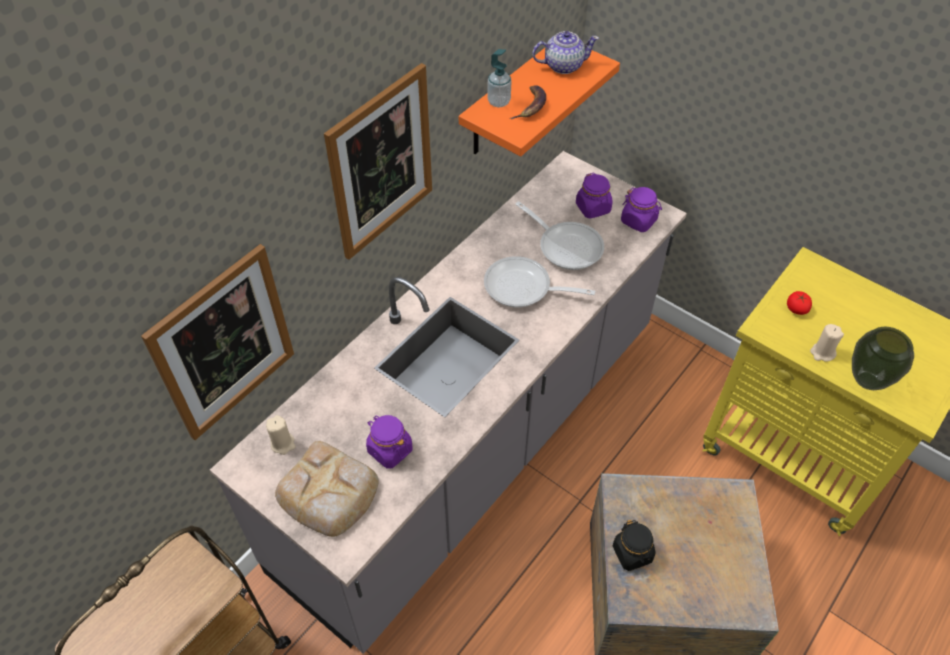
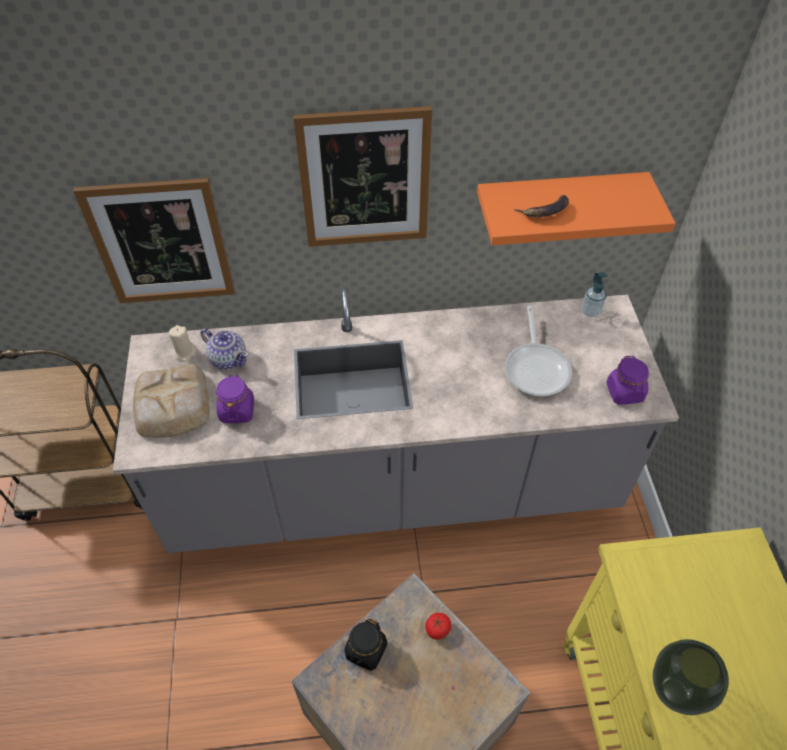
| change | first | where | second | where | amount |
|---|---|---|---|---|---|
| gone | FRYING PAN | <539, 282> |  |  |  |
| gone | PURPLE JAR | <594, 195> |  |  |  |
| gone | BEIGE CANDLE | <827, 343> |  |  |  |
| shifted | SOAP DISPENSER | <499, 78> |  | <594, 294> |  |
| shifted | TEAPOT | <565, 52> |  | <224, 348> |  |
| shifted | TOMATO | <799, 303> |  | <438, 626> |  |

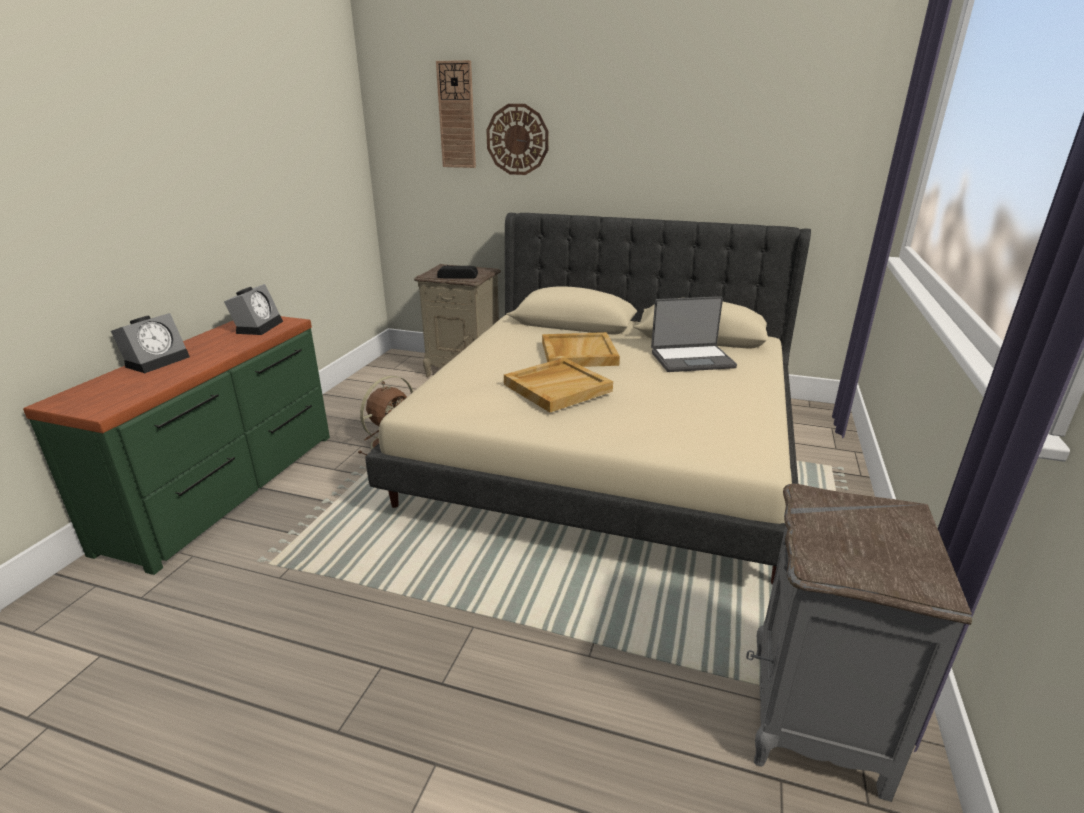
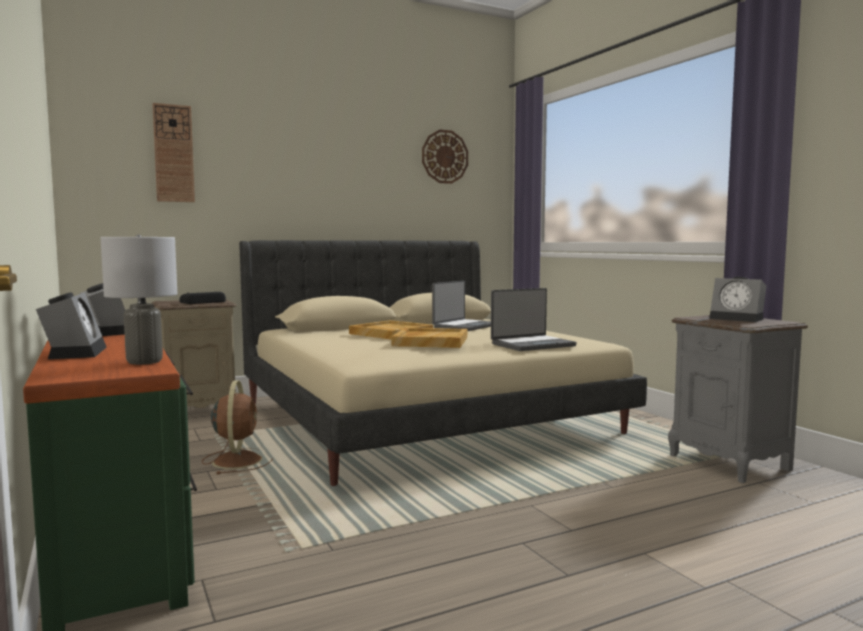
| change | first | where | second | where | amount |
|---|---|---|---|---|---|
| new |  |  | WHITE TABLE LAMP | <139, 299> |  |
| new |  |  | LAPTOP | <534, 319> |  |
| new |  |  | ALARM CLOCK | <737, 299> |  |
| shifted | WALL CLOCK | <517, 139> |  | <445, 157> |  |

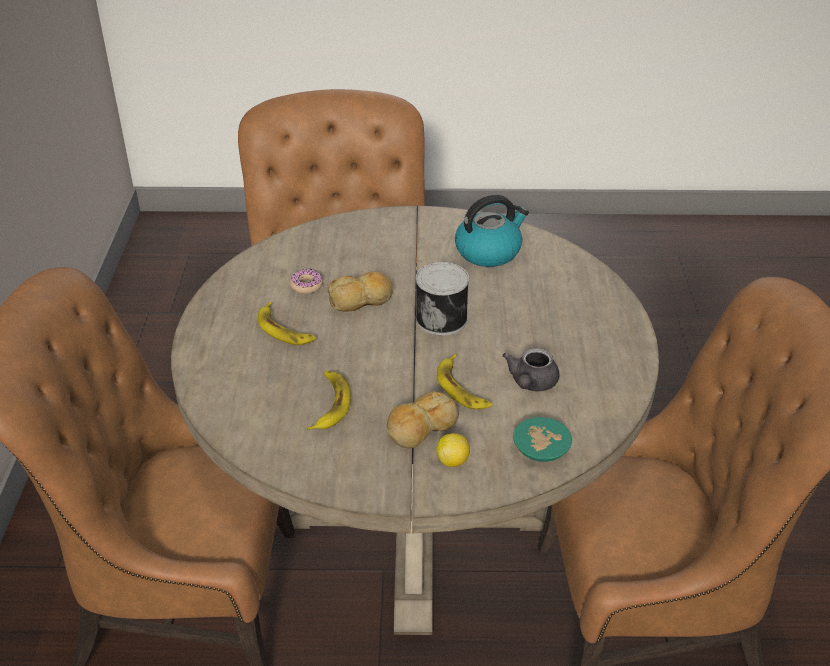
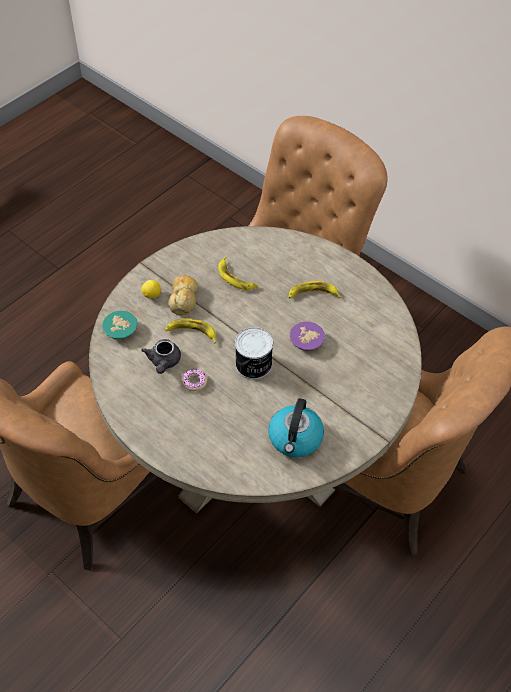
| change | first | where | second | where | amount |
|---|---|---|---|---|---|
| shifted | DONUT | <306, 281> |  | <194, 380> |  |
| swapped | BREAD | <361, 291> | PURPLE BOWL | <307, 336> |  |
| rotated | GREY TEAPOT | <531, 369> |  | <161, 356> | 150 degrees counterclockwise |

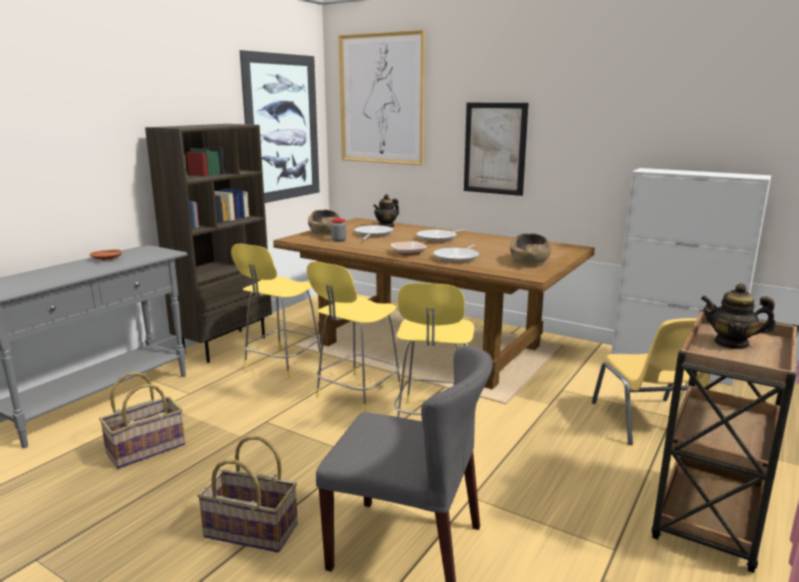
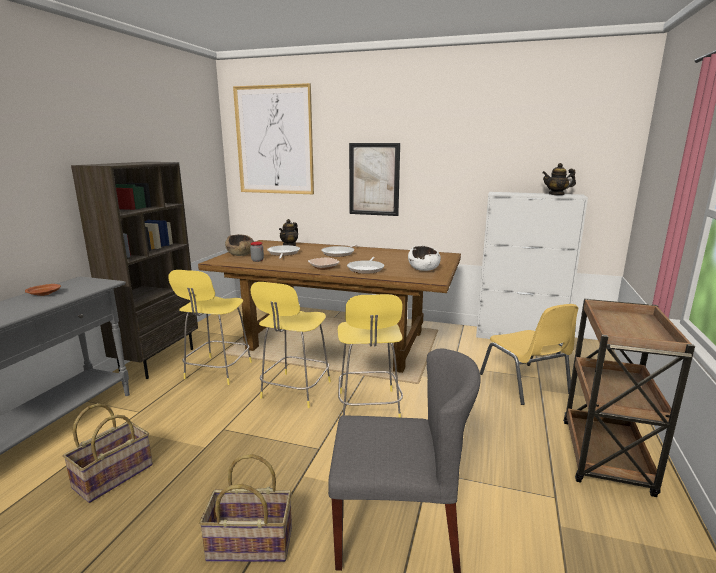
| change | first | where | second | where | amount |
|---|---|---|---|---|---|
| gone | PICTURE | <279, 126> |  |  |  |
| shifted | TEAPOT | <738, 316> |  | <559, 179> |  |
| repainted | BROWN BOWL | <530, 249> | WHITE BOWL | <424, 258> |  |

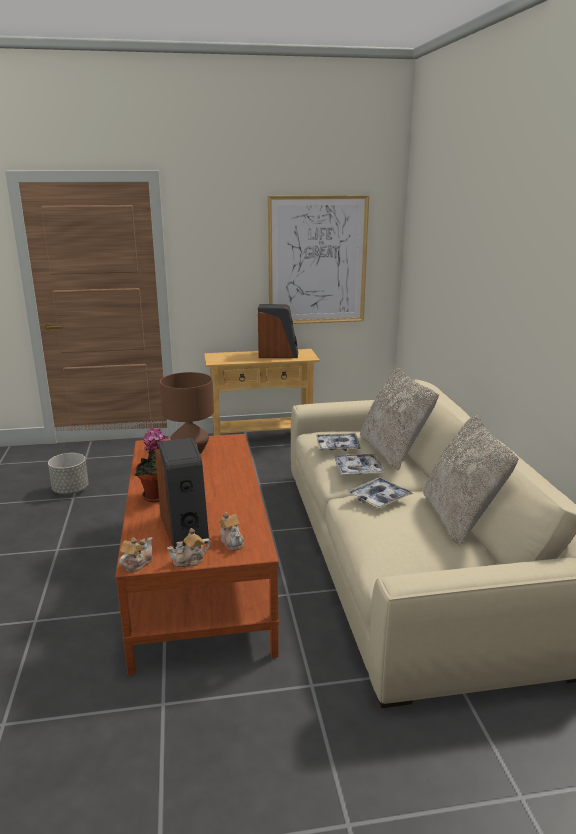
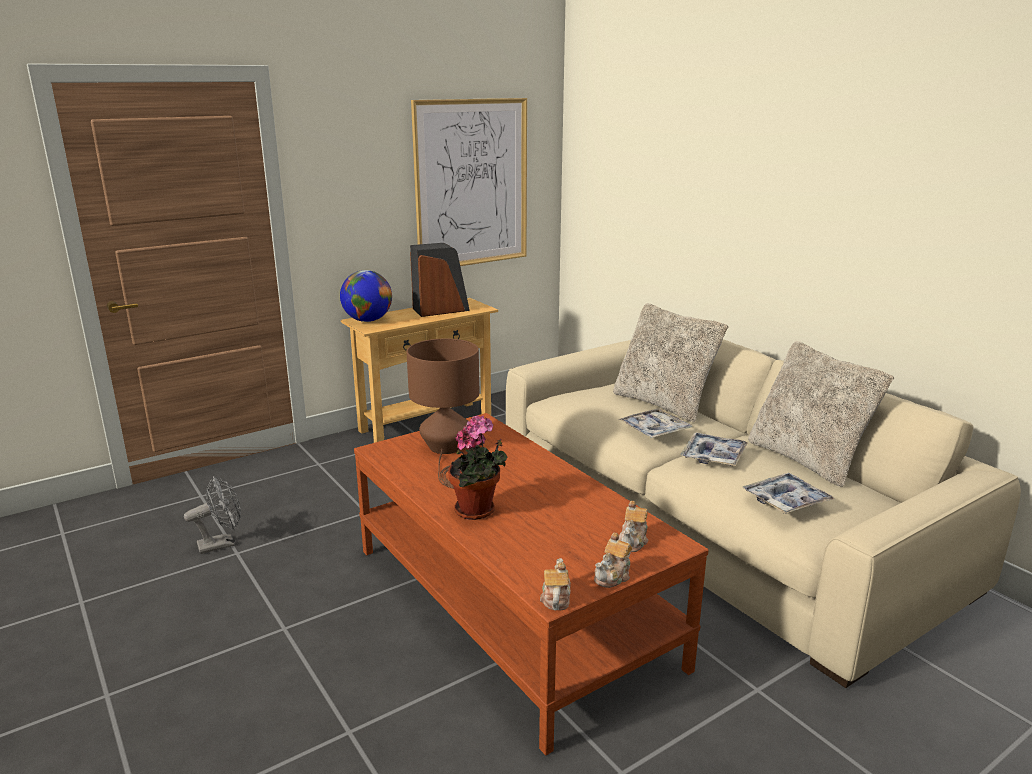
| change | first | where | second | where | amount |
|---|---|---|---|---|---|
| gone | SPEAKER | <182, 493> |  |  |  |
| new |  |  | GLOBE | <366, 296> |  |
| shifted | TRAY | <338, 442> |  | <788, 493> |  |
| swapped | GREY PLANTER | <68, 473> | GREY FAN | <212, 515> |  |
| rotated | TEAPOT | <231, 531> |  | <633, 526> | 75 degrees clockwise |

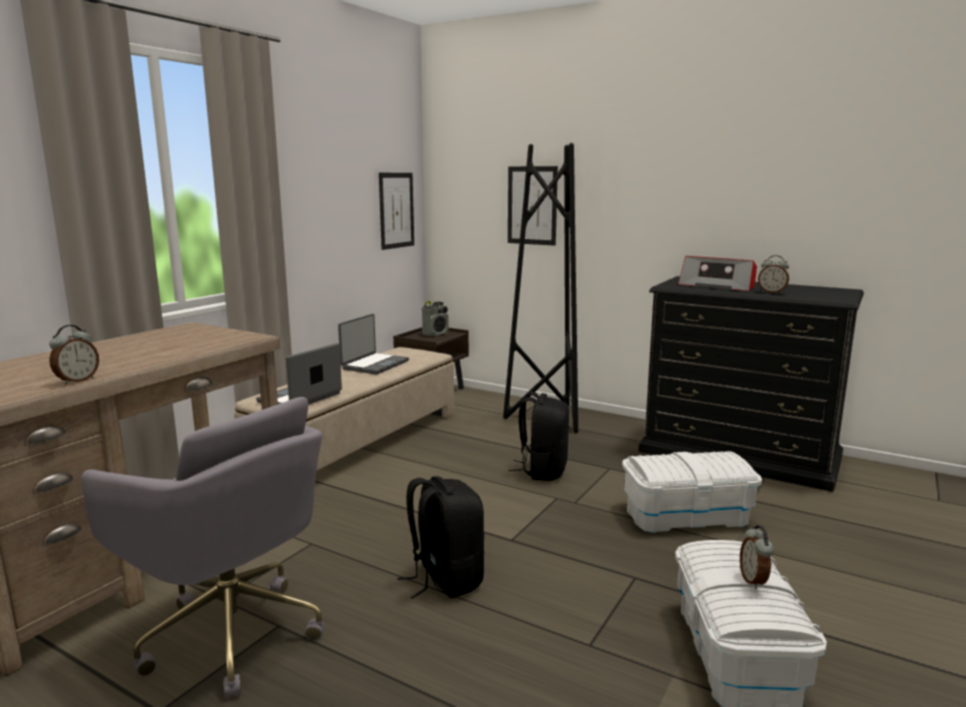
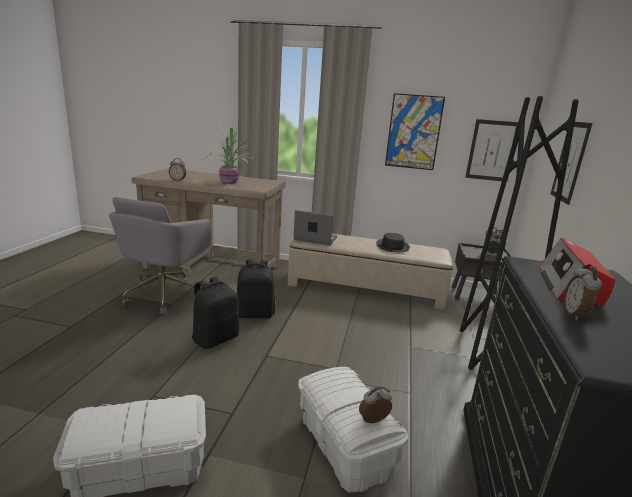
| change | first | where | second | where | amount |
|---|---|---|---|---|---|
| new |  |  | POTTED PLANT | <228, 155> |  |
| new |  |  | PICTURE | <415, 131> |  |
| shifted | BLACK BACKPACK | <539, 436> |  | <256, 289> |  |
| shifted | ALARM CLOCK | <757, 557> |  | <375, 404> |  |
| swapped | LAPTOP | <373, 344> | BLACK HAT | <393, 242> |  |

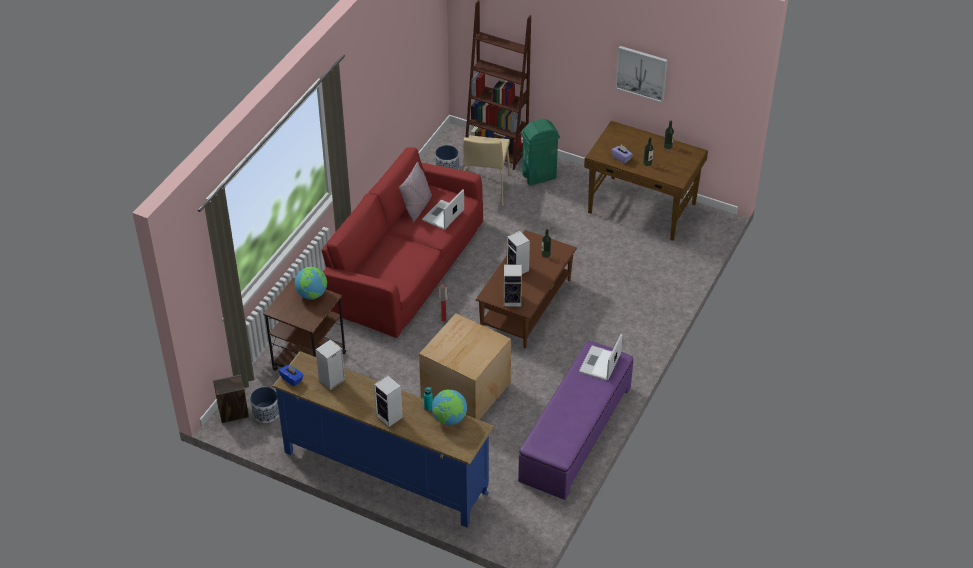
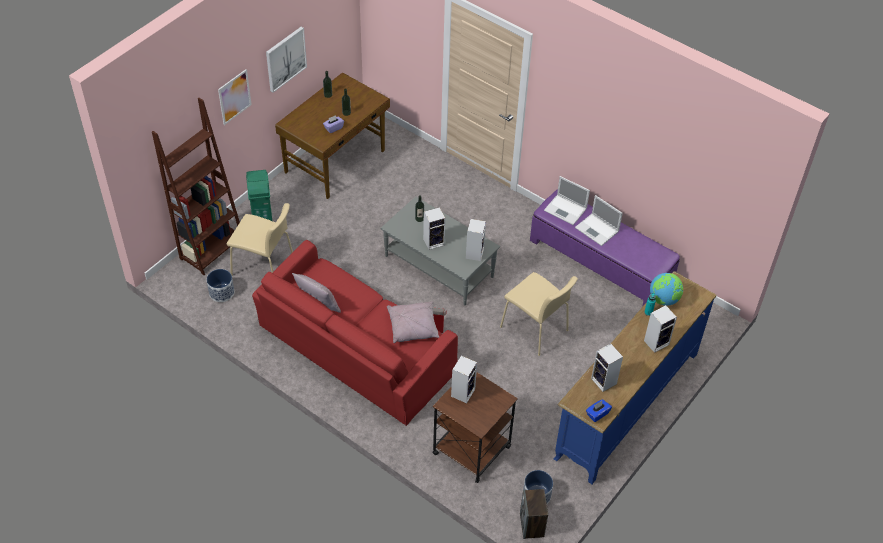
| change | first | where | second | where | amount |
|---|---|---|---|---|---|
| new |  |  | PICTURE | <235, 97> |  |
| new |  |  | PURPLE PILLOW | <413, 322> |  |
| shifted | LAPTOP | <443, 209> |  | <599, 220> |  |
| swapped | GLOBE | <311, 283> | SPEAKER | <464, 379> |  |
| swapped | CARDBOARD BOX | <465, 366> | BEIGE CHAIR | <539, 314> |  |
| repainted | BROWN COFFEE TABLE | <526, 289> | GREY COFFEE TABLE | <440, 251> |  |

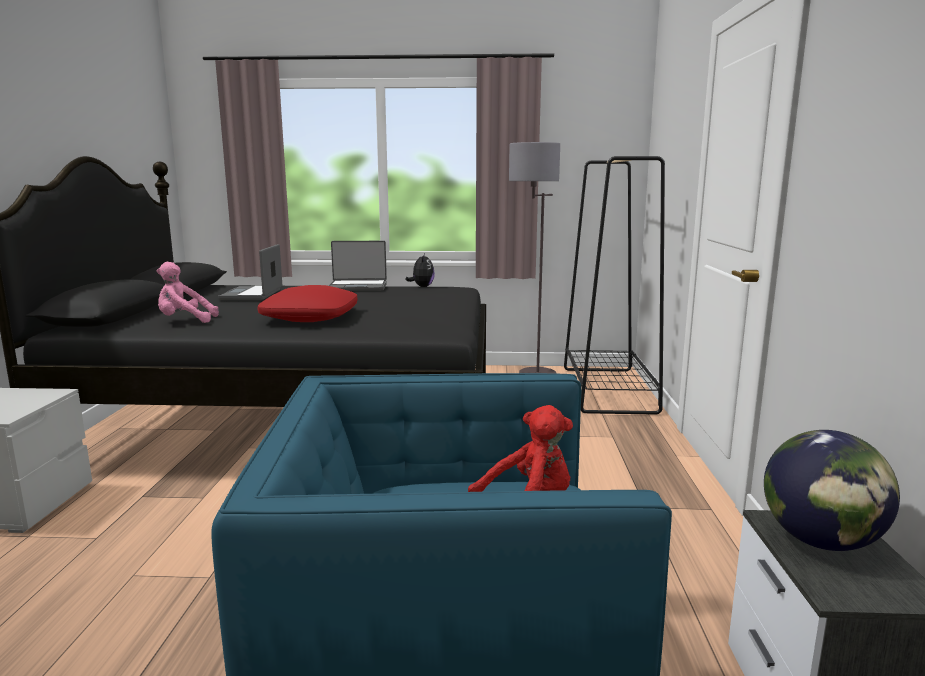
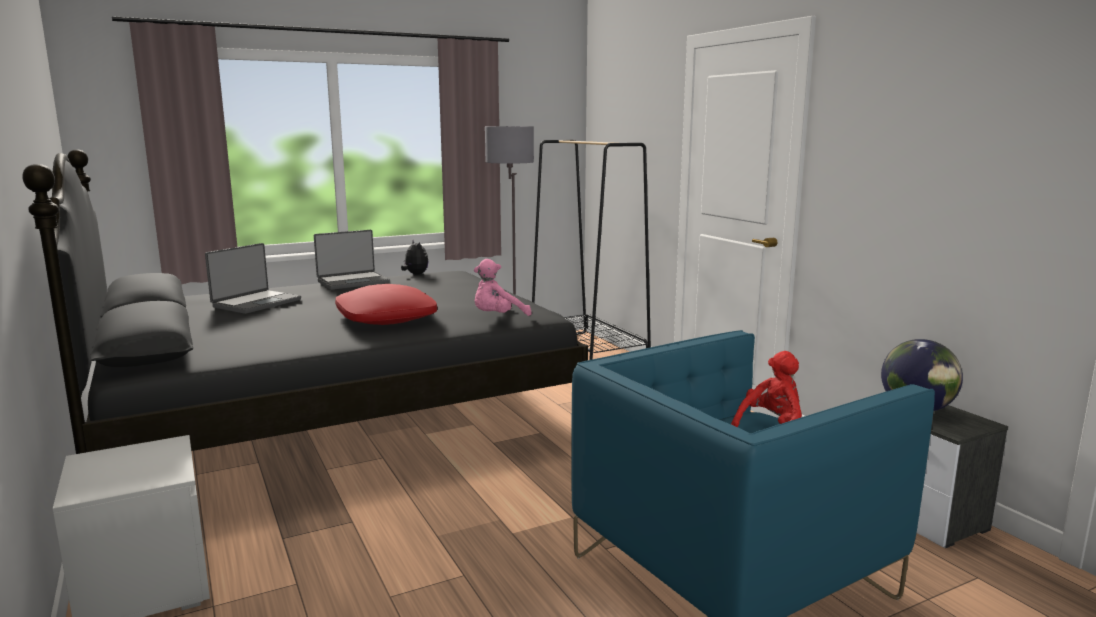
| change | first | where | second | where | amount |
|---|---|---|---|---|---|
| shifted | PINK PLUSH TOY | <188, 292> |  | <502, 287> |  |
| rotated | LAPTOP | <250, 272> |  | <253, 278> | 120 degrees counterclockwise |

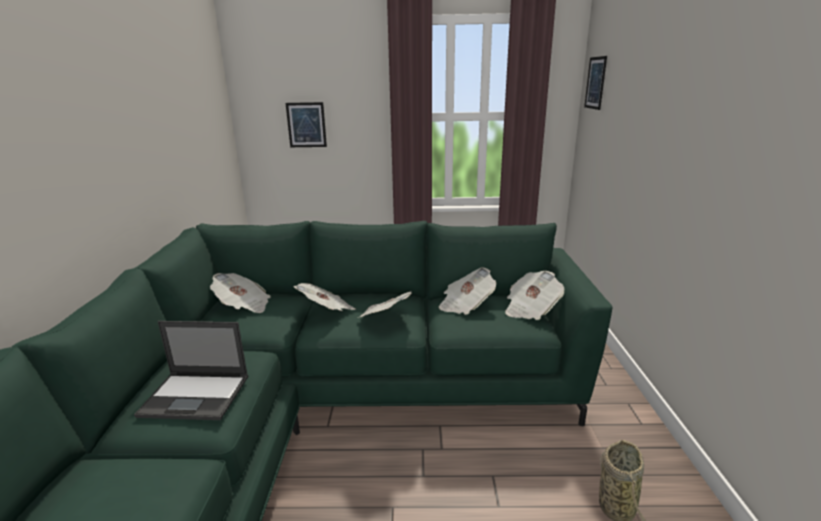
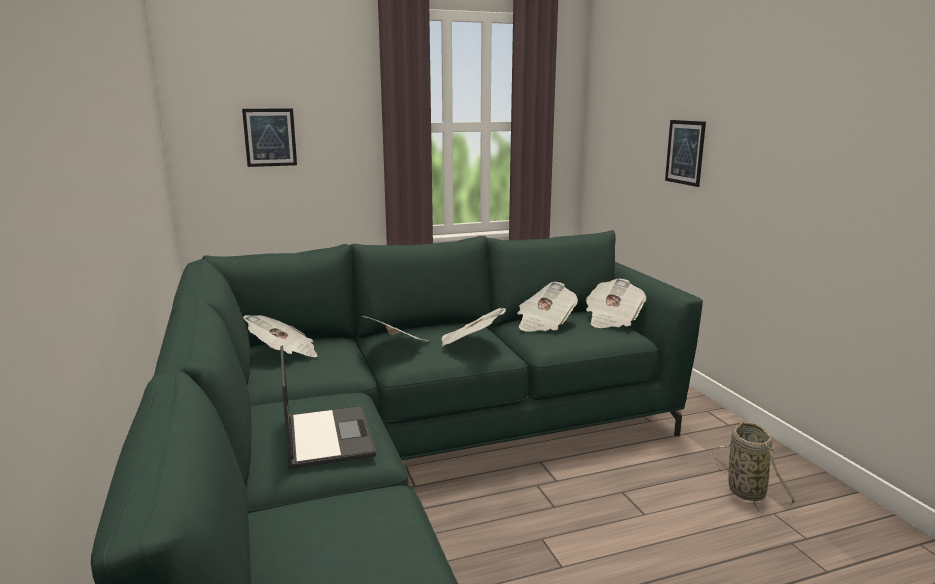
| change | first | where | second | where | amount |
|---|---|---|---|---|---|
| shifted | PICTURE | <595, 83> |  | <685, 153> |  |
| rotated | LAPTOP | <191, 370> |  | <328, 407> | 90 degrees counterclockwise |

